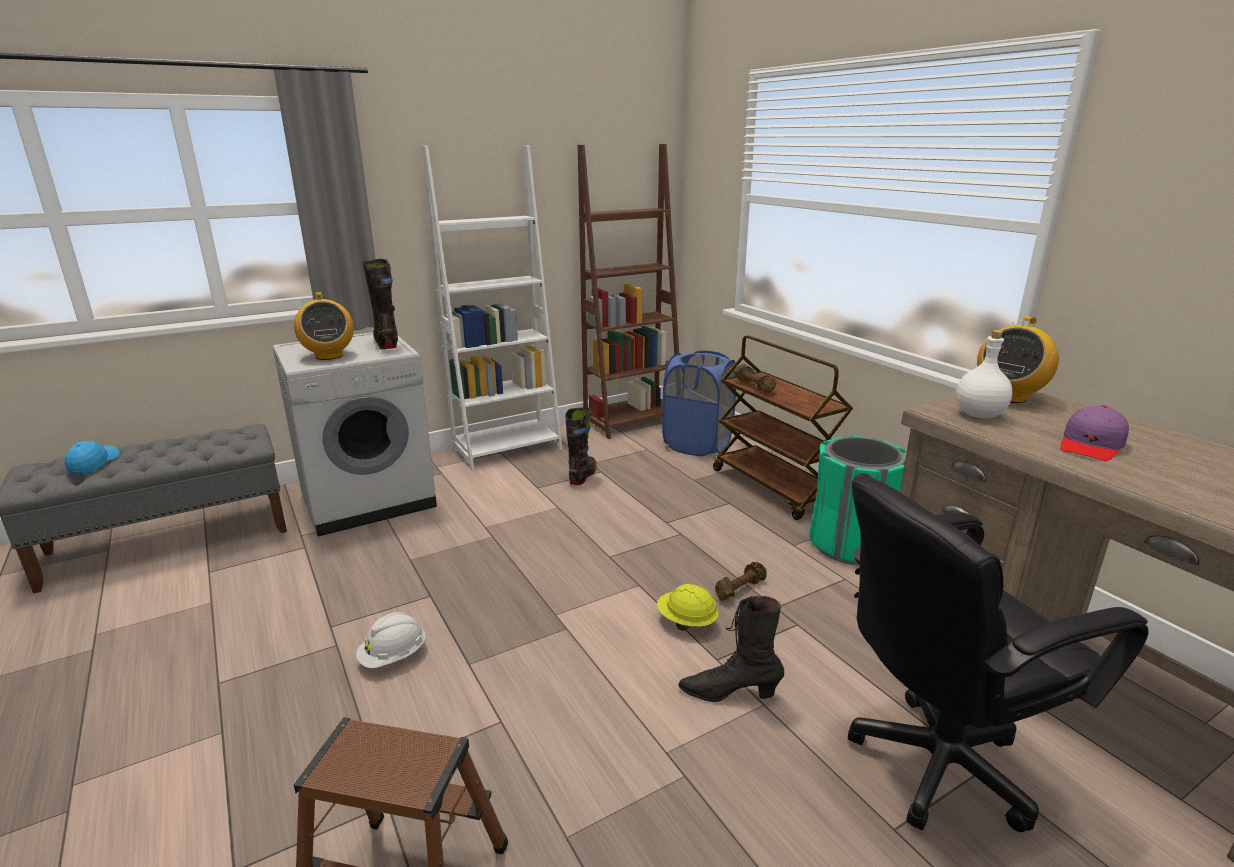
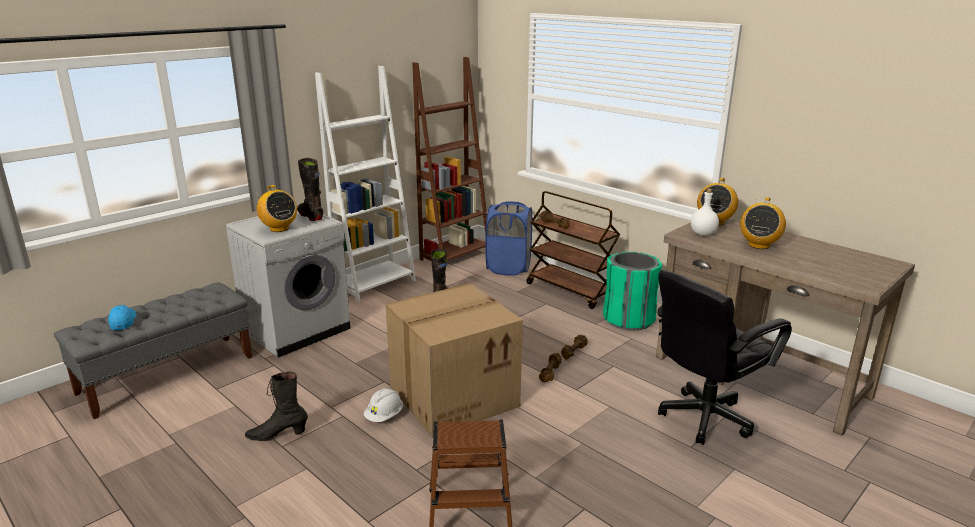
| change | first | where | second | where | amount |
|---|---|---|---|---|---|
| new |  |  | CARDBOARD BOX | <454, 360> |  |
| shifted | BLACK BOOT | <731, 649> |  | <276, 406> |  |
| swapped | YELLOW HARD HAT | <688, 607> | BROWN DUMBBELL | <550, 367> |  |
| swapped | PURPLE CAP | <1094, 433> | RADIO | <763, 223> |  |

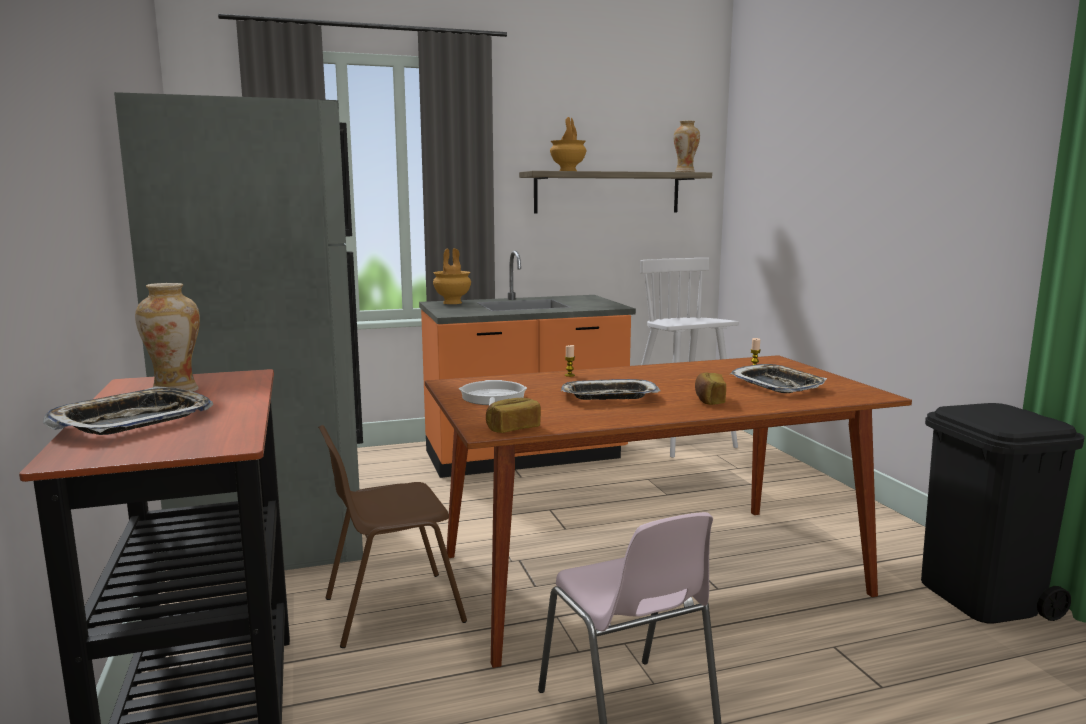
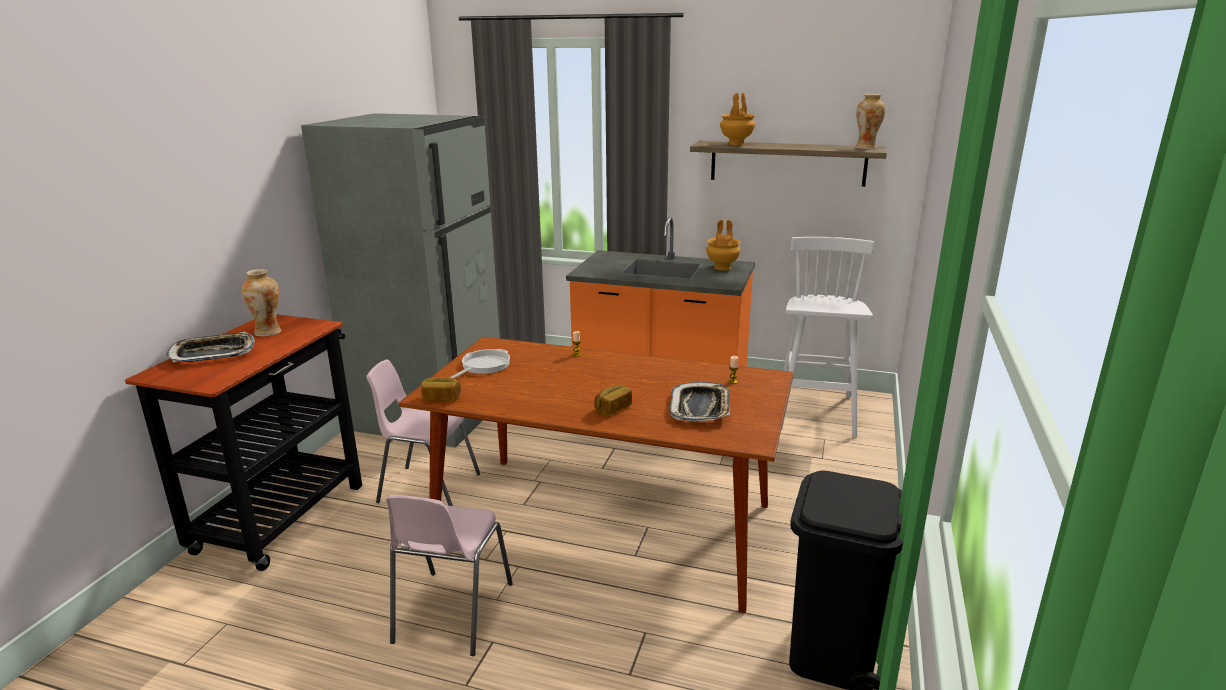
| change | first | where | second | where | amount |
|---|---|---|---|---|---|
| gone | TRAY | <610, 389> |  |  |  |
| shifted | BROWN VASE | <452, 276> |  | <723, 245> |  |
| repainted | BROWN CHAIR | <392, 536> | PINK CHAIR | <423, 432> |  |

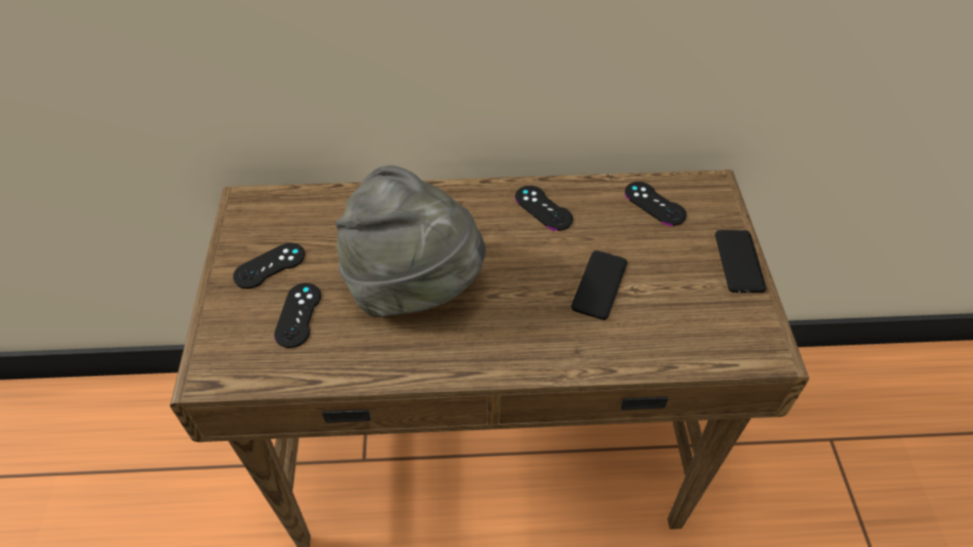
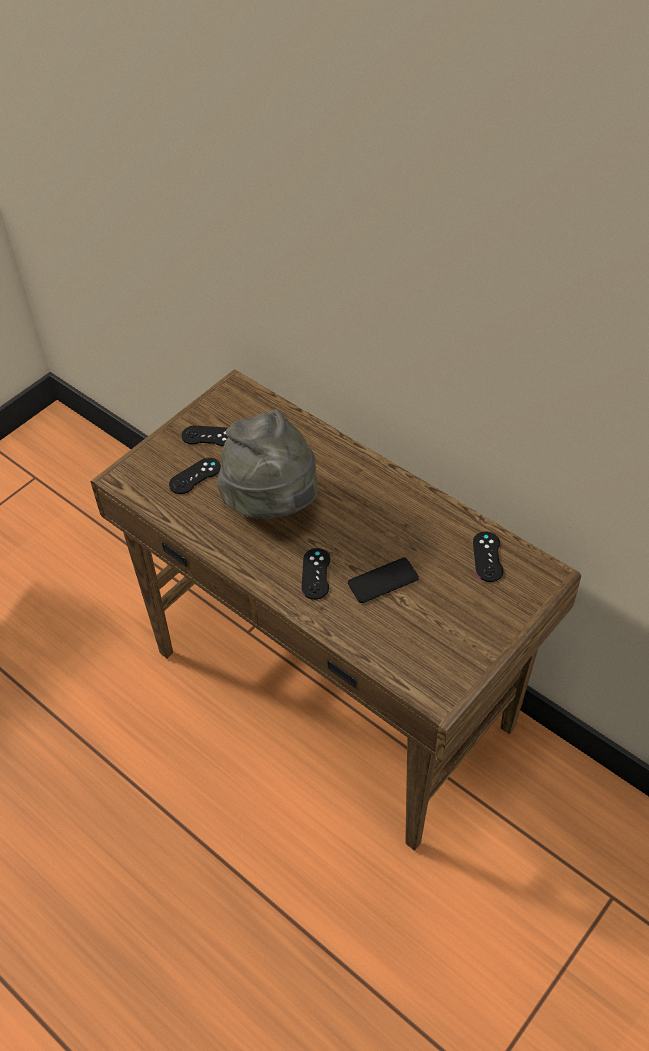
| change | first | where | second | where | amount |
|---|---|---|---|---|---|
| gone | PHONE | <740, 261> |  |  |  |
| shifted | BLACK GAME CONTROLLER | <544, 208> |  | <315, 574> |  |

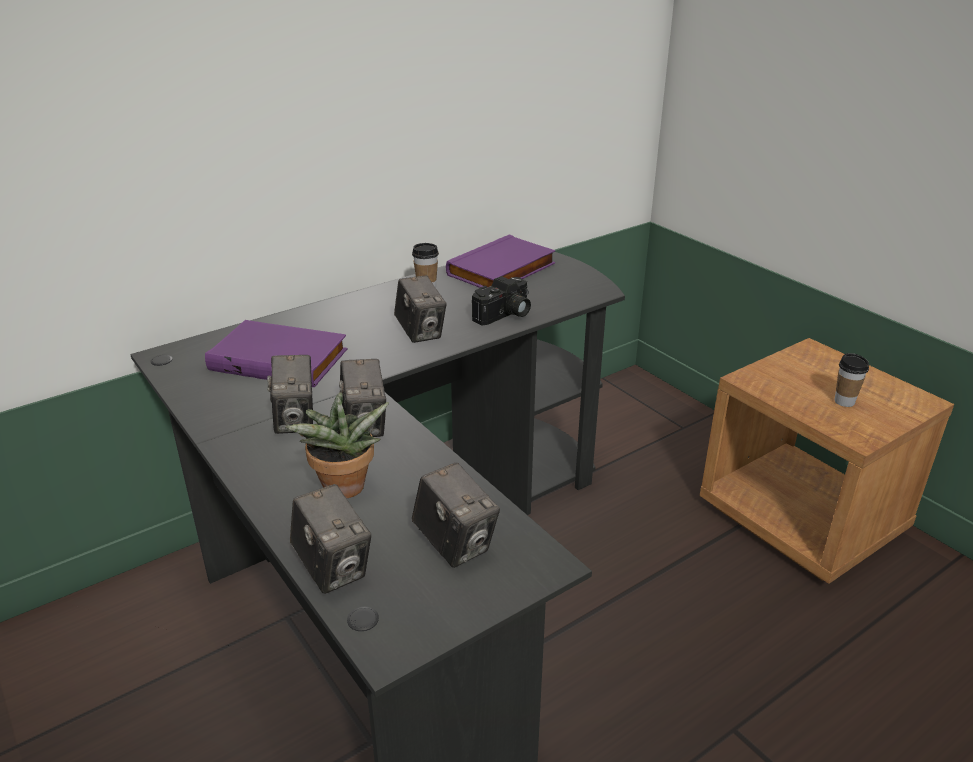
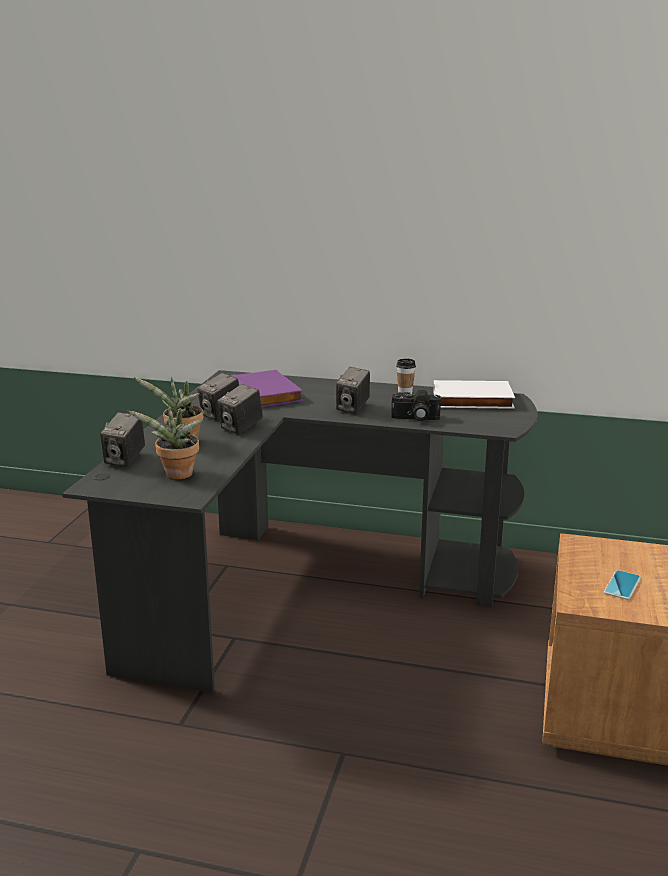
| change | first | where | second | where | amount |
|---|---|---|---|---|---|
| swapped | PHOTO CAMERA | <456, 515> | POTTED PLANT | <165, 442> |  |
| swapped | CUP | <852, 380> | PHONE | <622, 585> |  |
| repainted | PURPLE BOOK | <501, 261> | WHITE BOOK | <474, 394> |  |

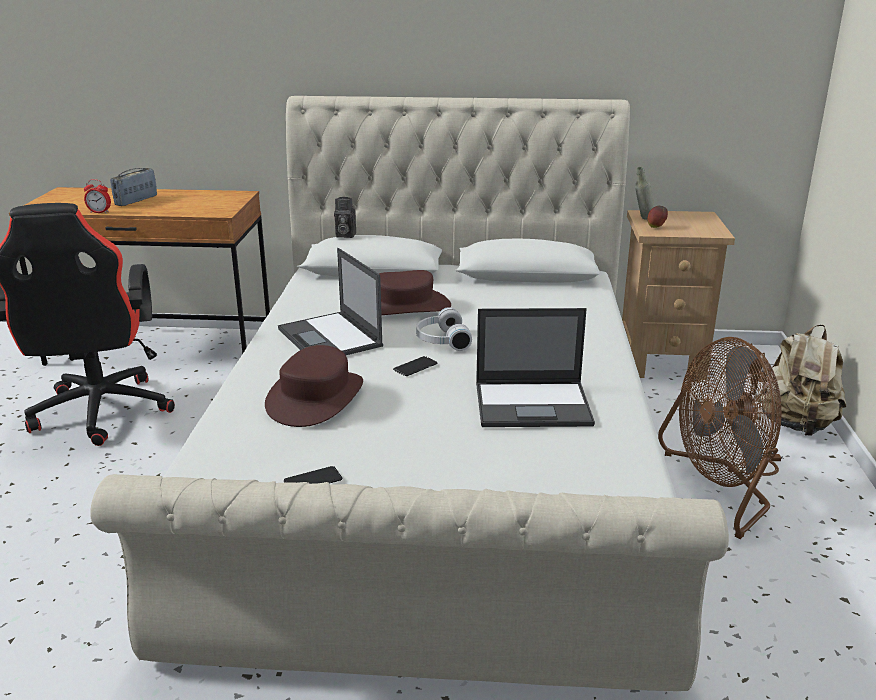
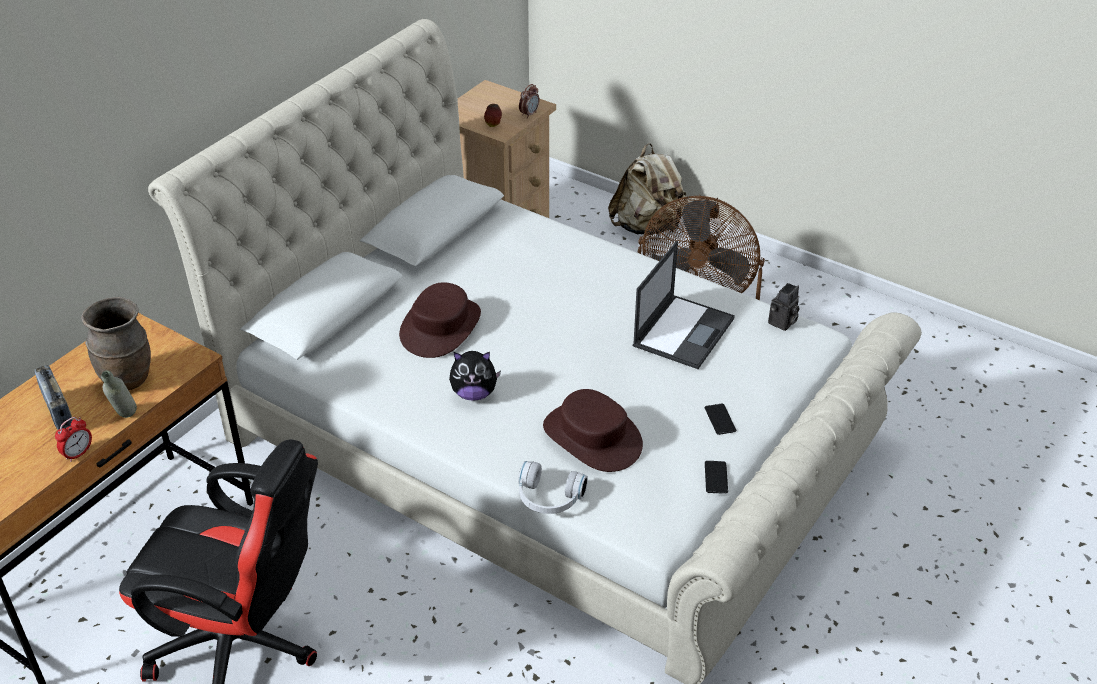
| change | first | where | second | where | amount |
|---|---|---|---|---|---|
| new |  |  | BROWN VASE | <116, 343> |  |
| new |  |  | ALARM CLOCK | <529, 101> |  |
| shifted | PHOTO CAMERA | <345, 217> |  | <783, 307> |  |
| shifted | PHONE | <415, 366> |  | <720, 419> |  |
| shifted | WHITE HEADPHONES | <444, 329> |  | <553, 487> |  |
| shifted | GREY BOTTLE | <644, 193> |  | <119, 394> |  |
| swapped | LAPTOP | <330, 301> | PLUSH TOY | <475, 376> |  |

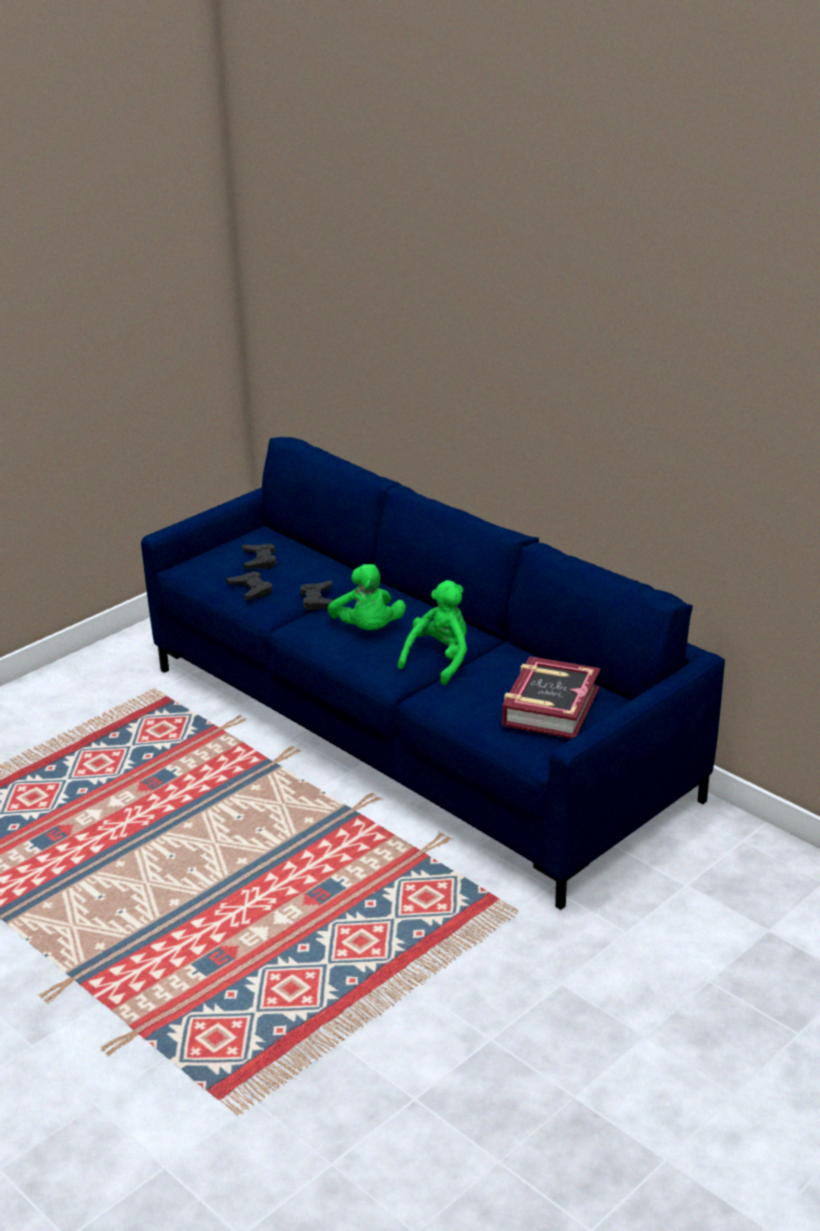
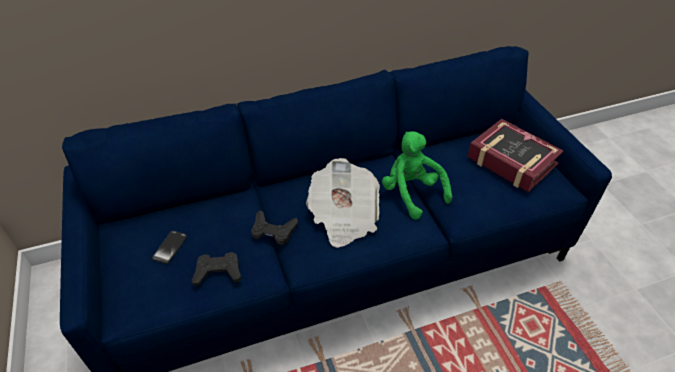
| change | first | where | second | where | amount |
|---|---|---|---|---|---|
| swapped | BLACK GAME CONTROLLER | <259, 556> | PHONE | <169, 247> |  |
| swapped | GREEN PLUSH TOY | <367, 597> | NEWSPAPER | <343, 203> |  |

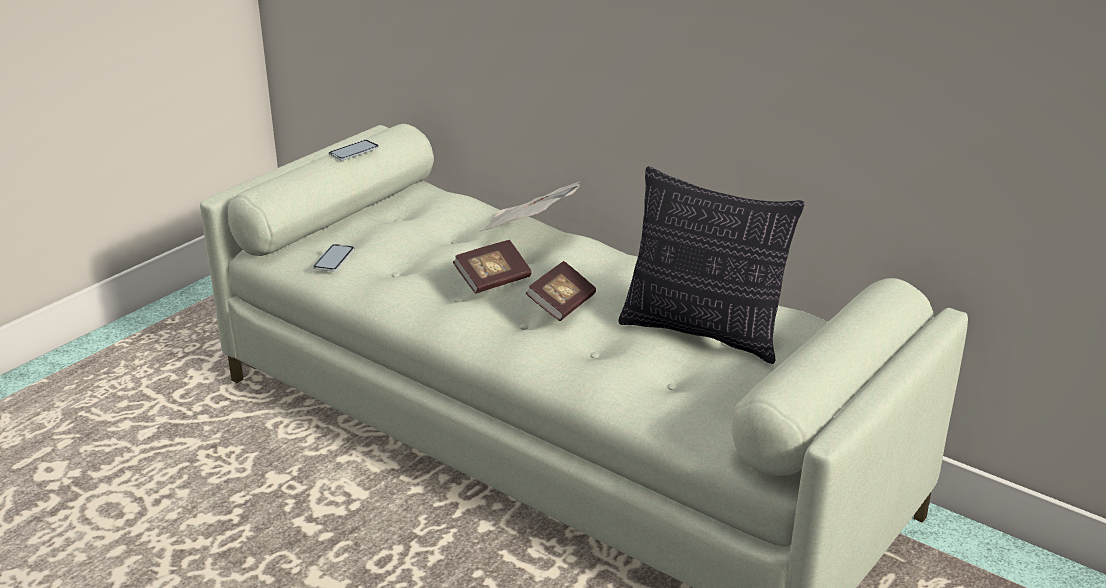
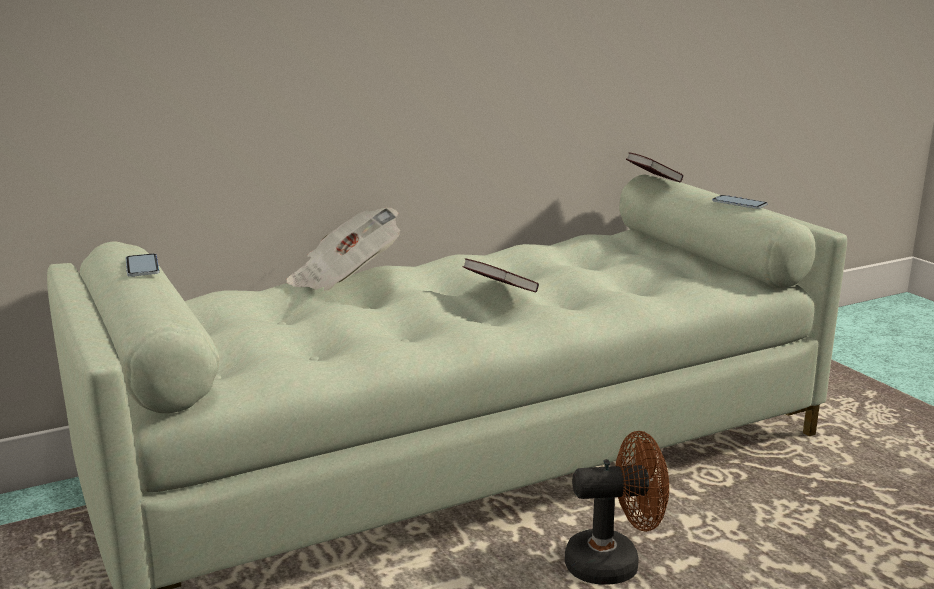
| change | first | where | second | where | amount |
|---|---|---|---|---|---|
| gone | PILLOW | <711, 265> |  |  |  |
| new |  |  | BROWN FAN | <617, 508> |  |
| shifted | PHONE | <334, 258> |  | <740, 202> |  |
| shifted | BOOK | <492, 267> |  | <654, 167> |  |

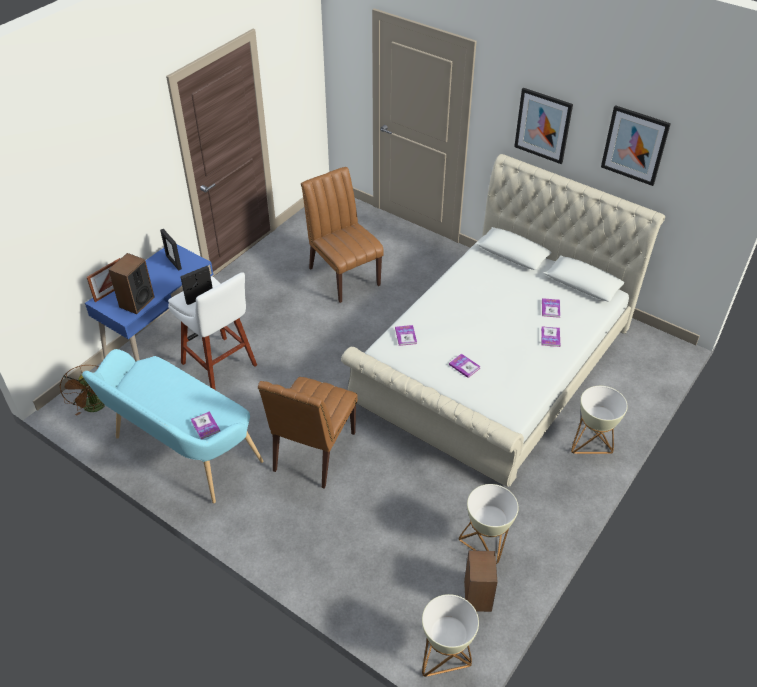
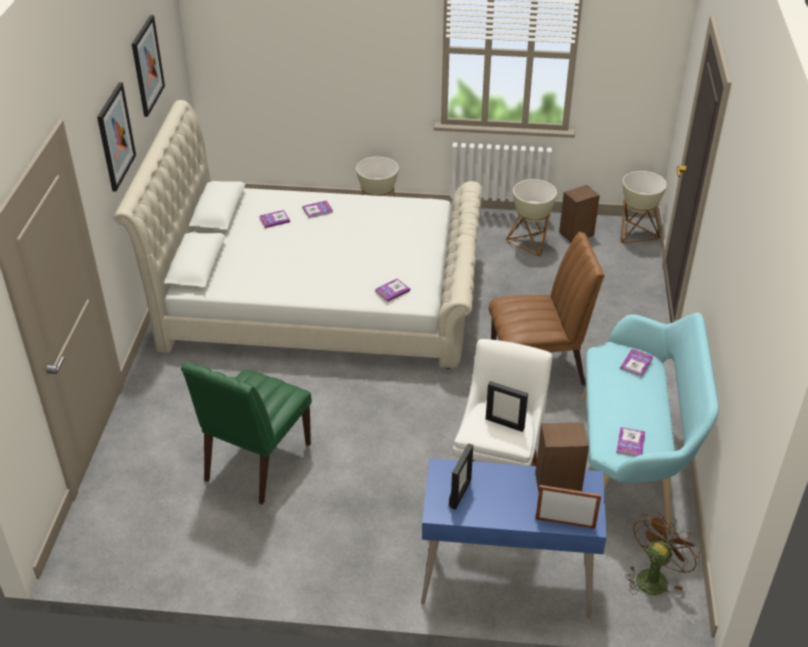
| change | first | where | second | where | amount |
|---|---|---|---|---|---|
| shifted | BOOK | <465, 365> |  | <630, 442> |  |
| repainted | BROWN CHAIR | <342, 235> | GREEN CHAIR | <246, 433> |  |

